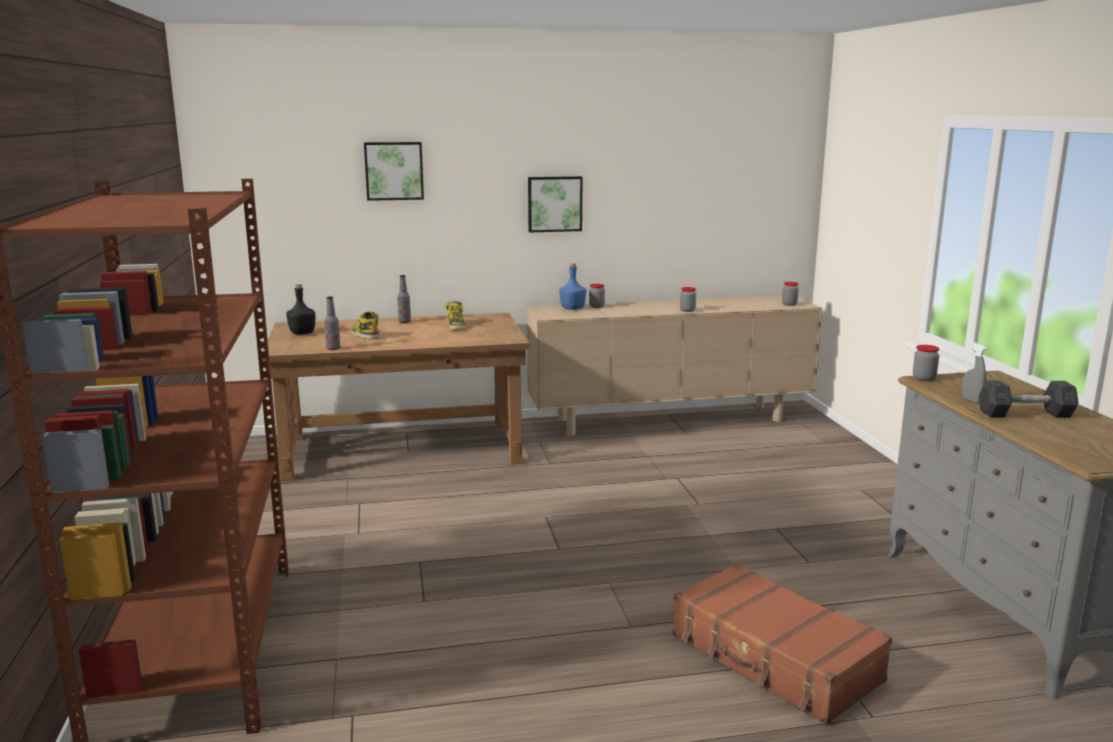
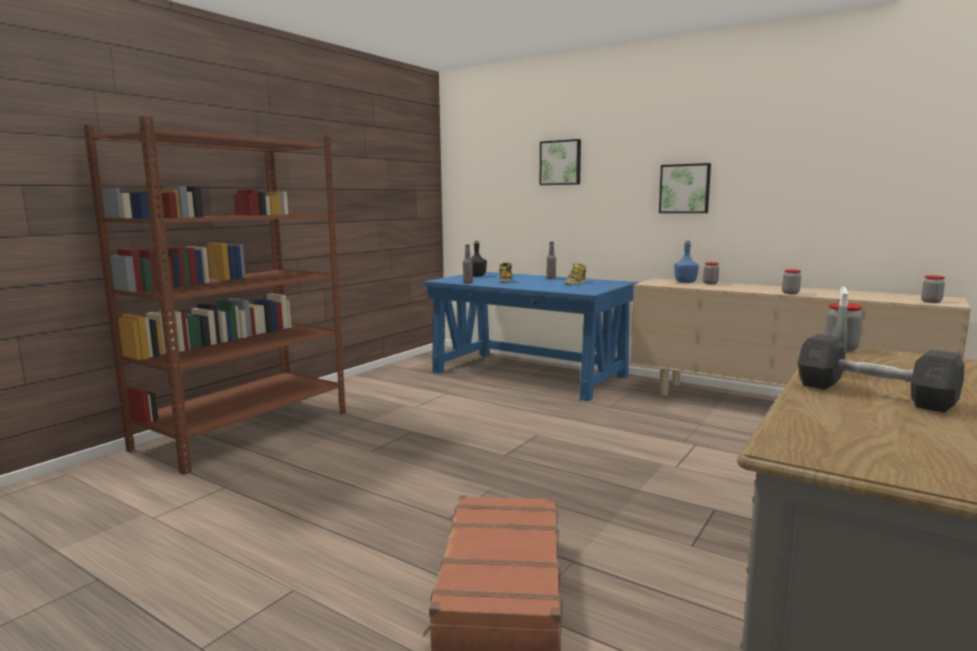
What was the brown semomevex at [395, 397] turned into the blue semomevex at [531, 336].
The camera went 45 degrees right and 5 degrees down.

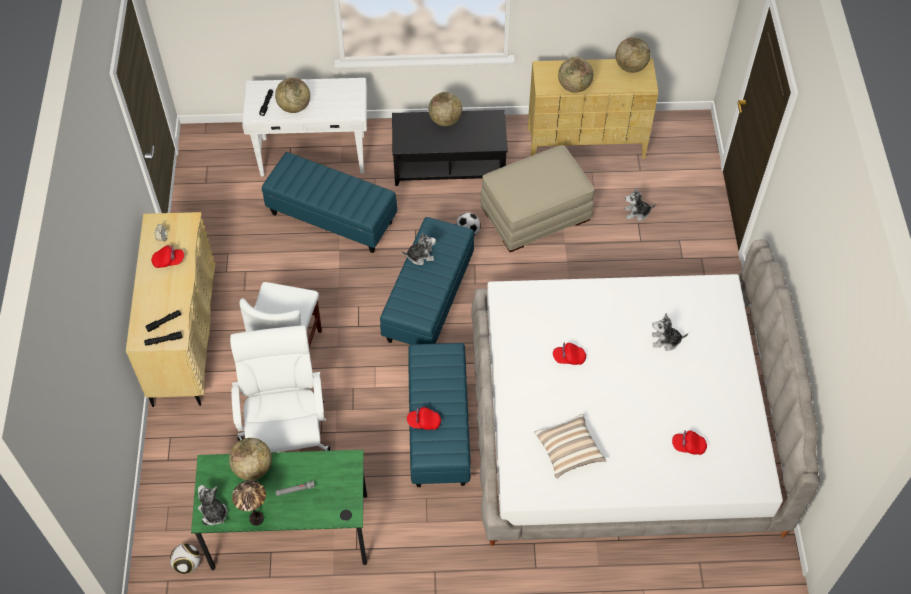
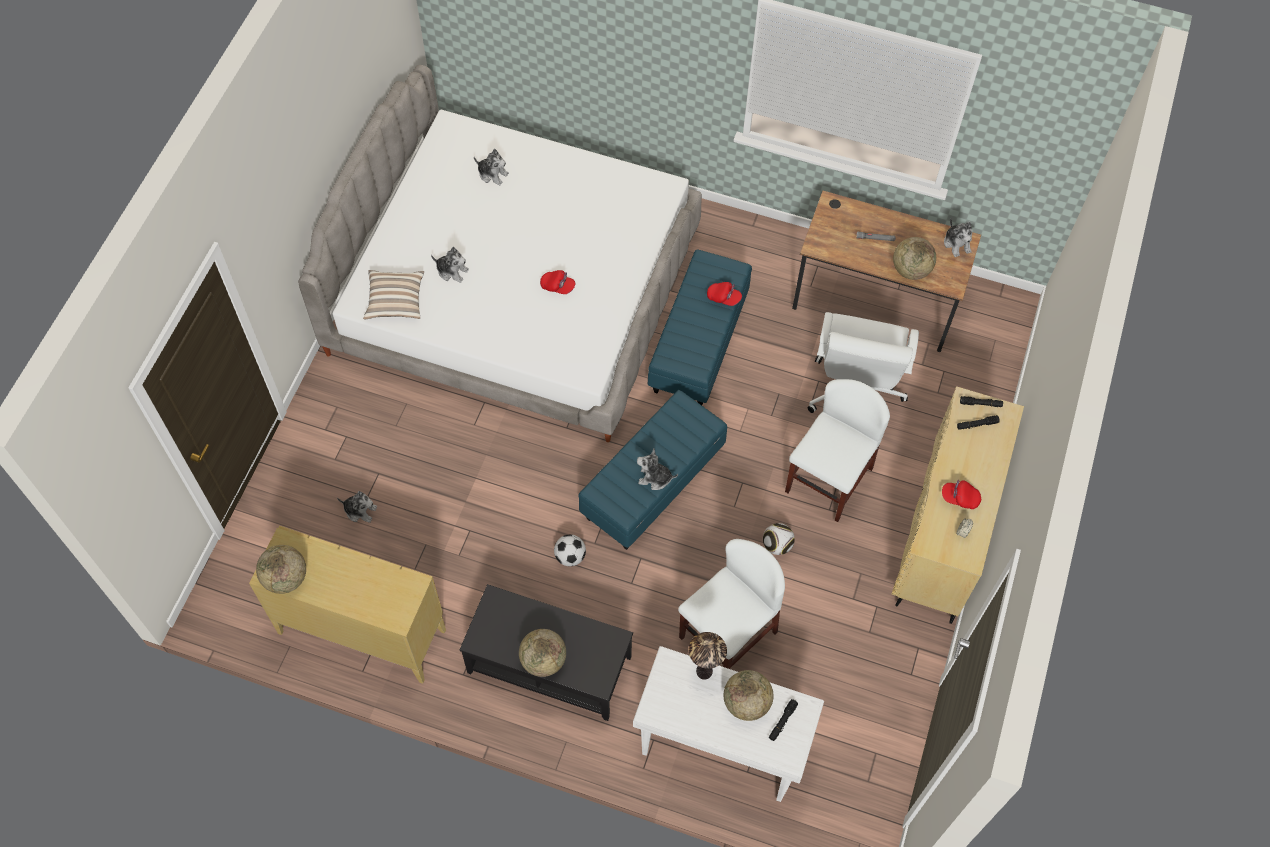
The second view lost the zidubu at [575, 75].
The second view lost the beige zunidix at [537, 198].
Where the blue zunidix stood at [329, 202], the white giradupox came to stand at [731, 604].
The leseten ended up elsewhere, having gone from [570, 446] to [393, 294].
Where the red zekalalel stood at [689, 442], the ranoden came to stand at [491, 167].
What was the green semomevex at [279, 510] turned into the brown semomevex at [886, 271].
The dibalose ended up elsewhere, having gone from [249, 503] to [707, 656].
The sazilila ended up elsewhere, having gone from [185, 559] to [779, 539].
The camera went 160 degrees left and 5 degrees up.

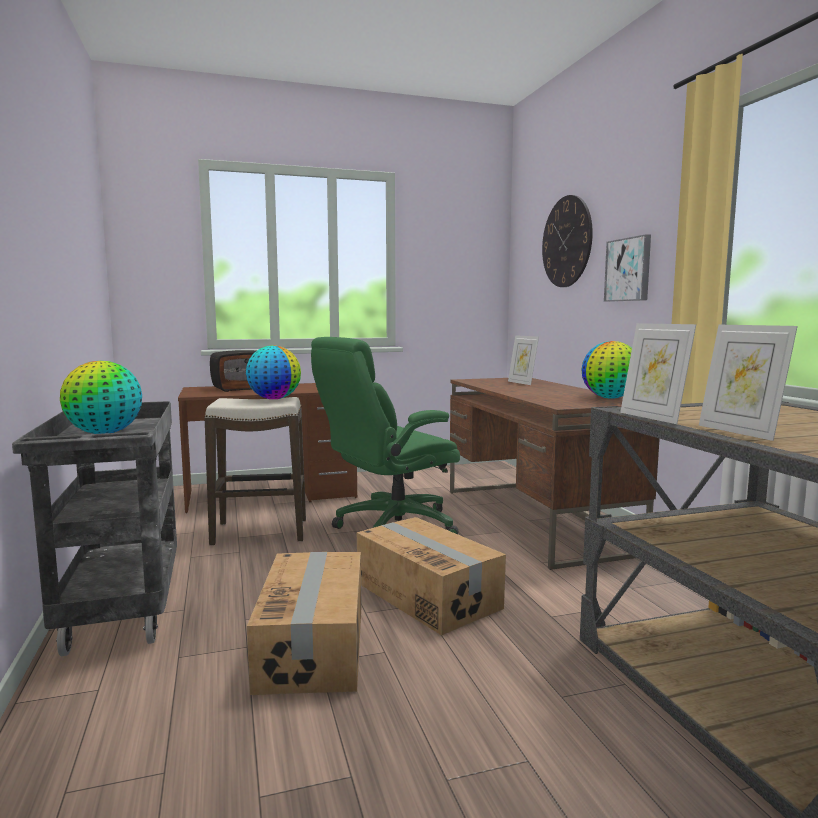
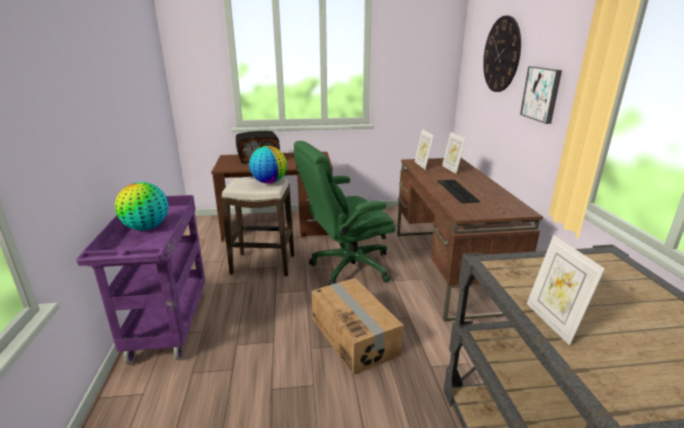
The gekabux ended up elsewhere, having gone from [658, 373] to [424, 149].
The second view lost the zidubu at [606, 370].
What was the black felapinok at [94, 528] turned into the purple felapinok at [140, 279].
The second view lost the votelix at [304, 623].
The second view gained the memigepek at [459, 191].
The camera went 10 degrees right and 15 degrees up.

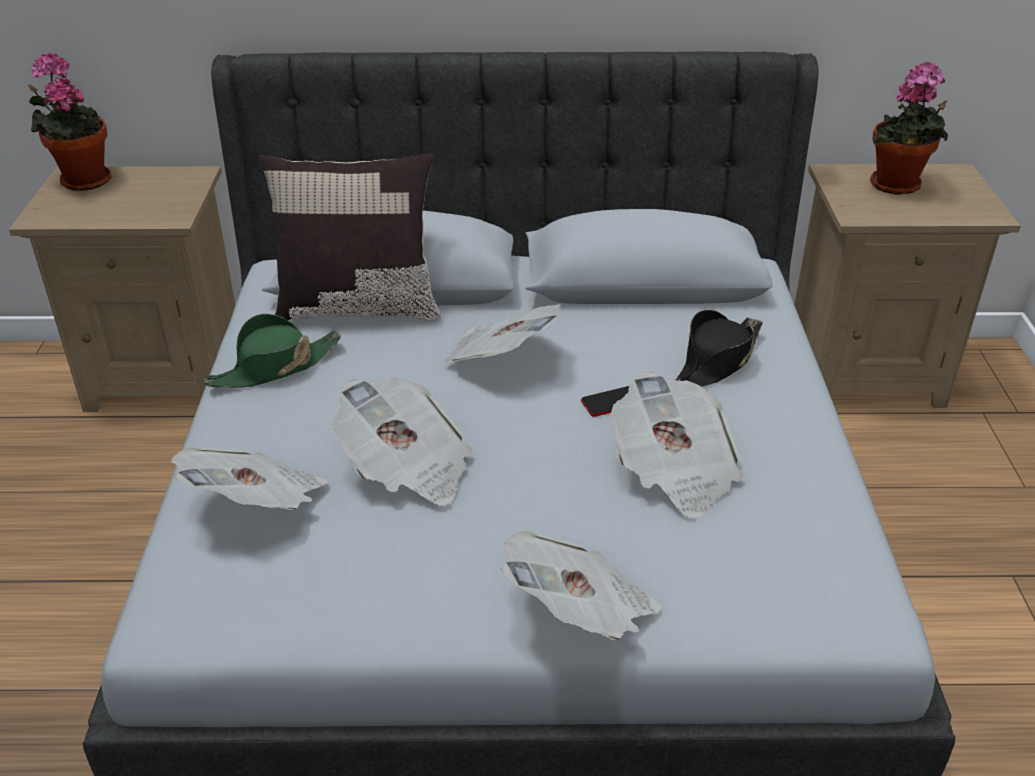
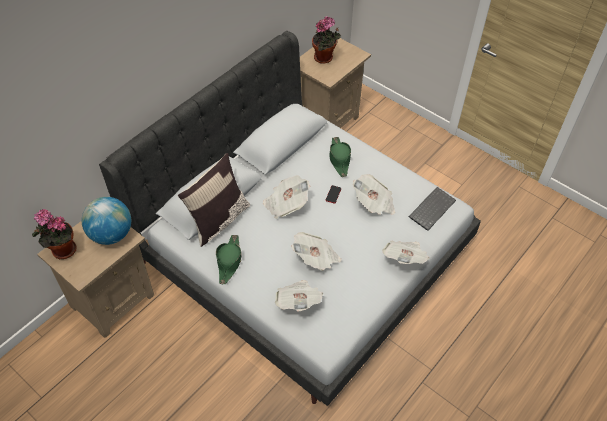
What was the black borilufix at [719, 348] turned into the green borilufix at [340, 157].
The second view gained the memigepek at [432, 209].
The second view gained the zidubu at [106, 221].
The camera went 50 degrees left and 15 degrees up.

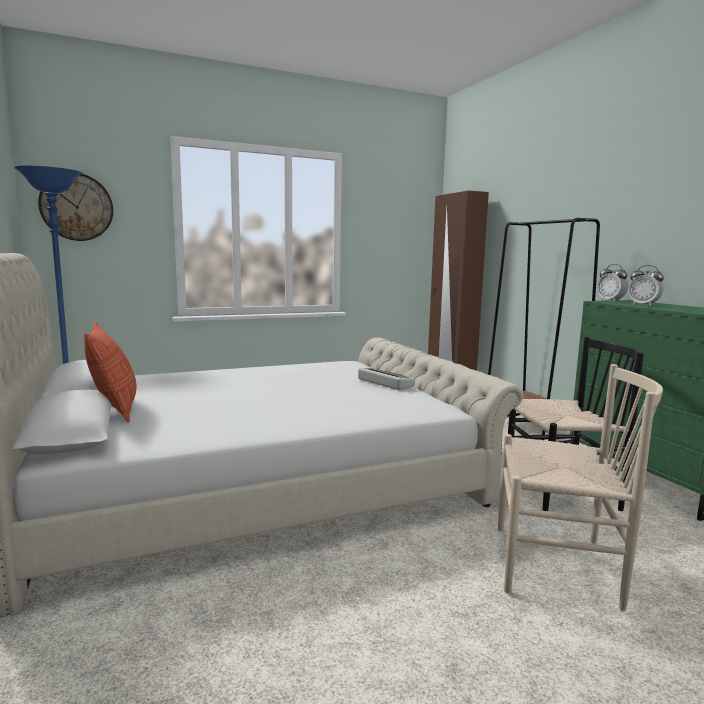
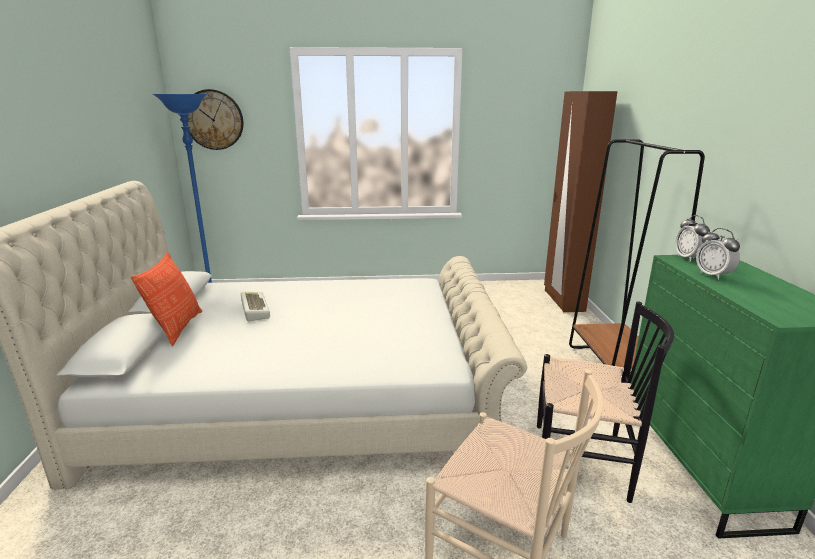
The memigepek ended up elsewhere, having gone from [386, 379] to [255, 306].
The camera went 20 degrees right and 10 degrees up.

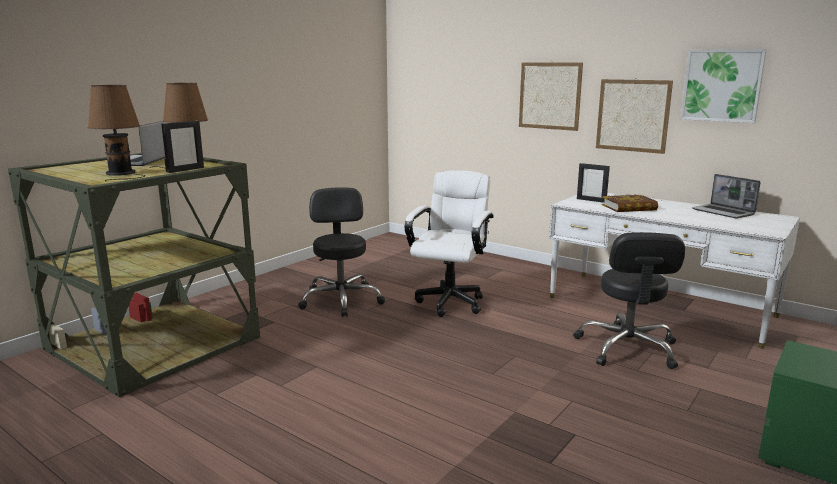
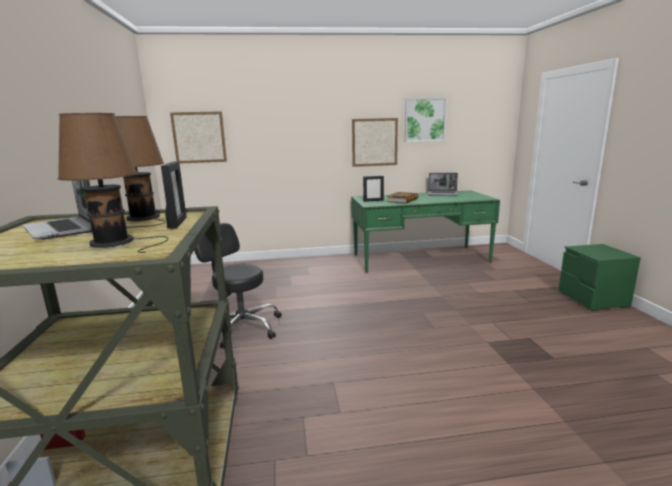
The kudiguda ended up elsewhere, having gone from [551, 96] to [198, 137].
The second view lost the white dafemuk at [449, 243].
What was the white semomevex at [674, 271] turned into the green semomevex at [425, 231].
The second view lost the black dafemuk at [629, 300].
The camera went 45 degrees left and 0 degrees up.

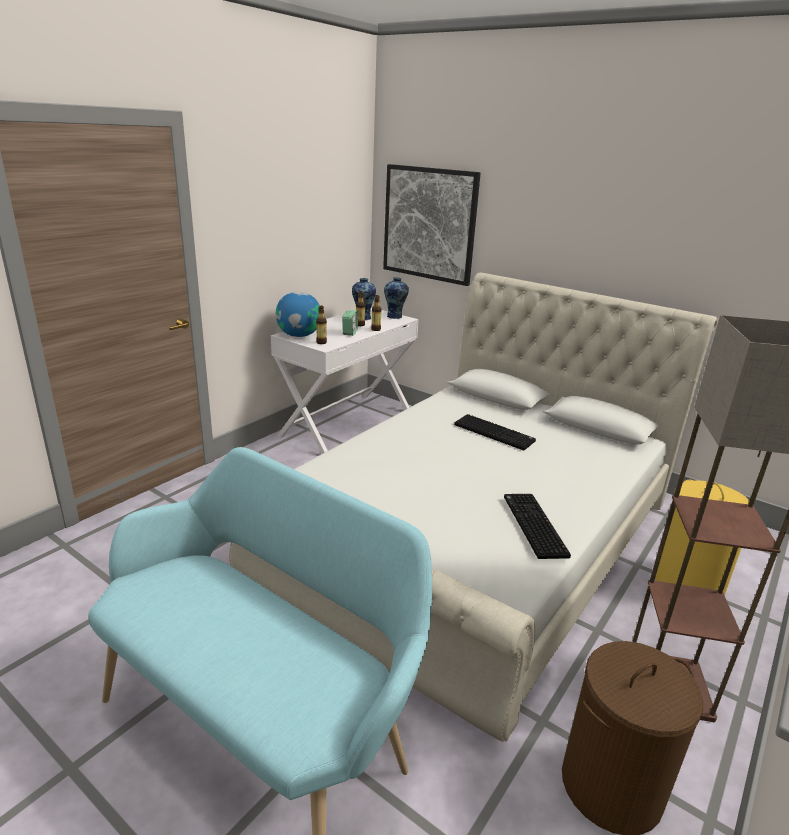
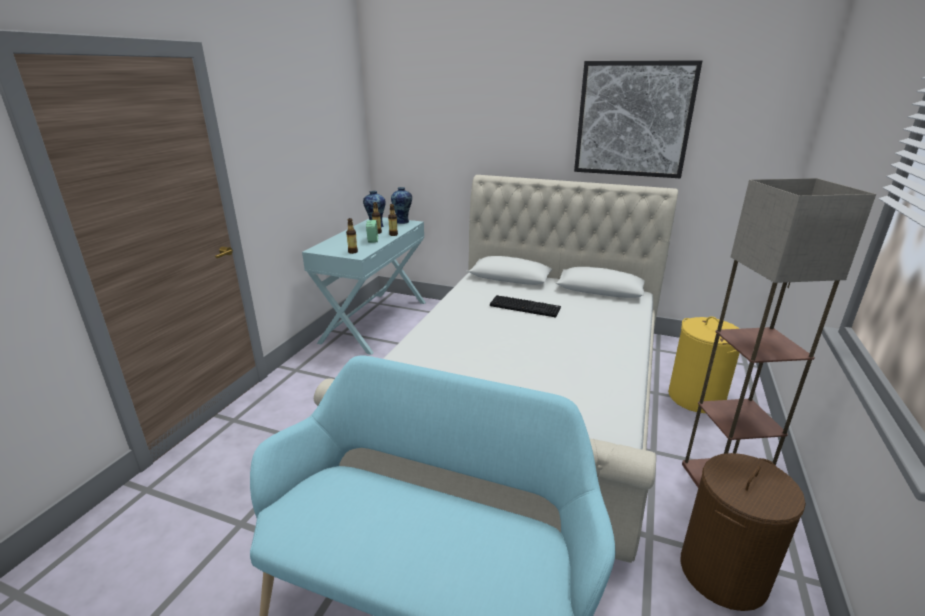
The kudiguda ended up elsewhere, having gone from [432, 225] to [638, 119].
The second view lost the zidubu at [298, 314].
What was the white semomevex at [345, 381] turned into the turquoise semomevex at [364, 286].
The second view lost the memigepek at [537, 526].
The camera went 15 degrees left and 0 degrees up.

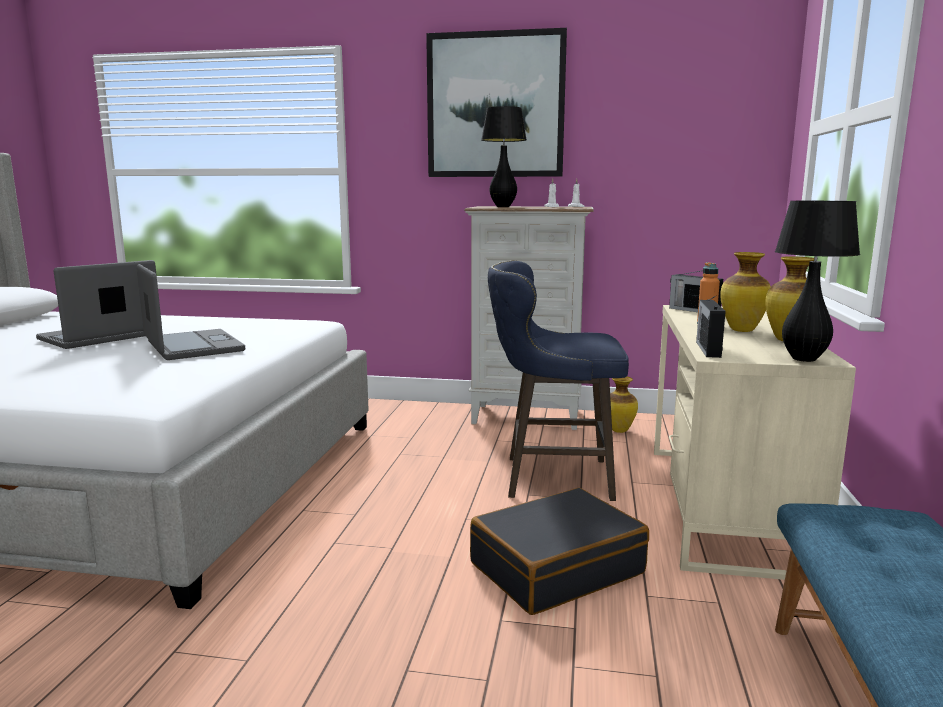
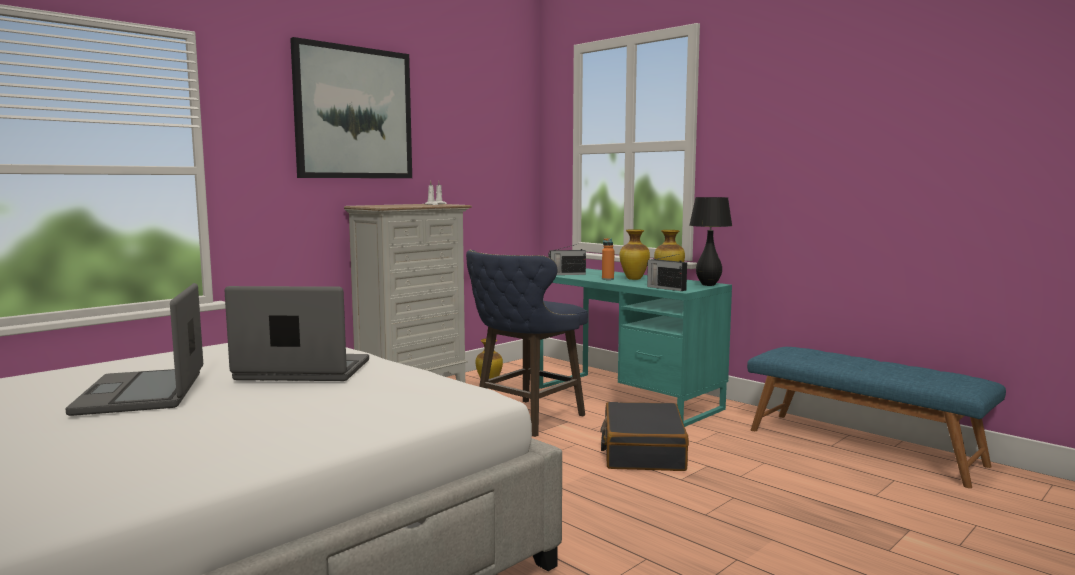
The second view lost the black dibalose at [504, 156].
What was the beige semomevex at [755, 442] turned into the turquoise semomevex at [635, 347].
The camera went 55 degrees left and 5 degrees down.

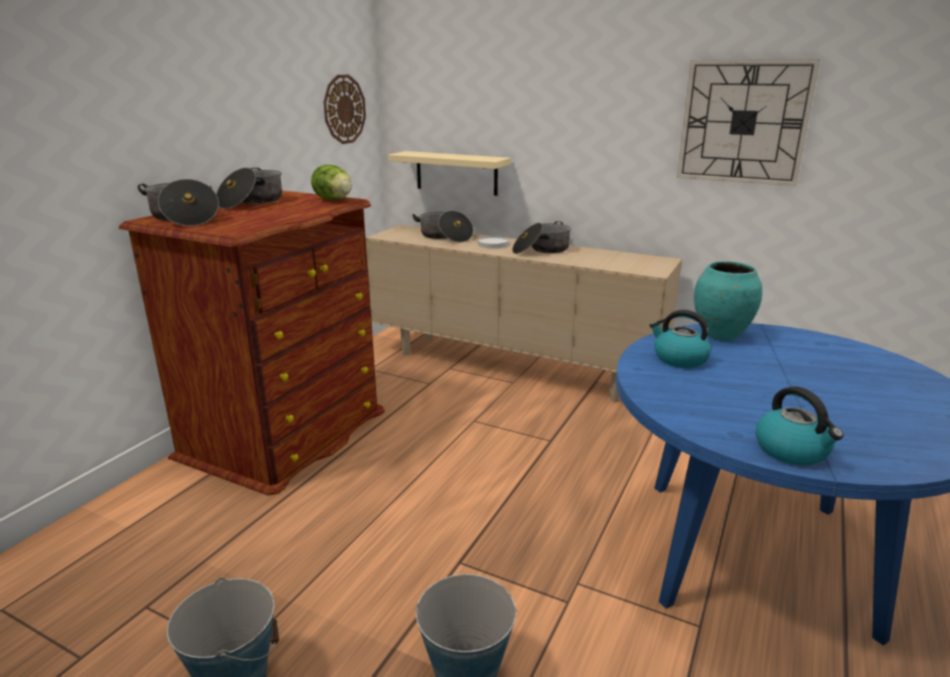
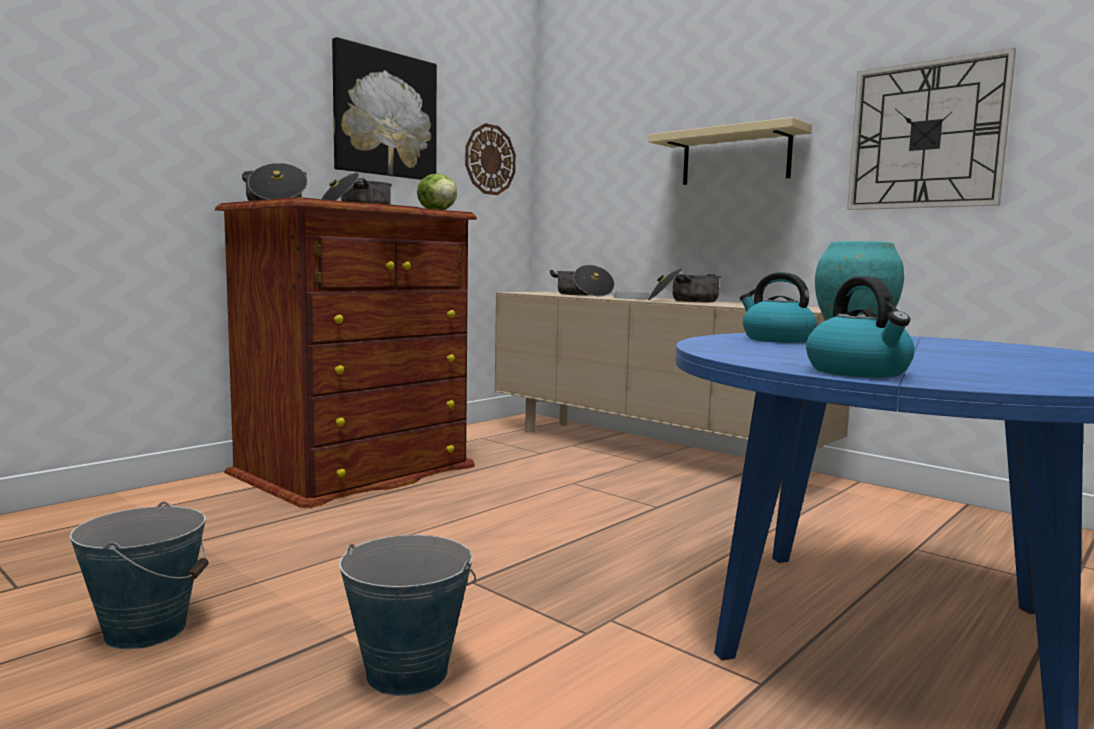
The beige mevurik ended up elsewhere, having gone from [449, 173] to [730, 151].
The second view gained the kudiguda at [384, 108].
The camera went 15 degrees right and 15 degrees down.

